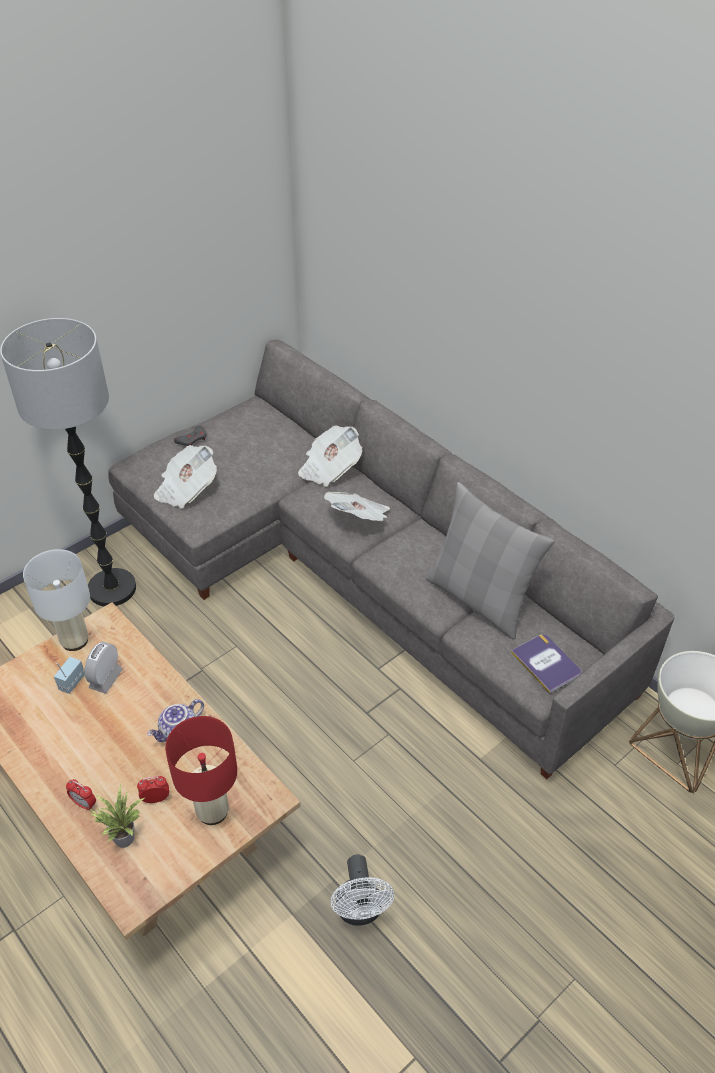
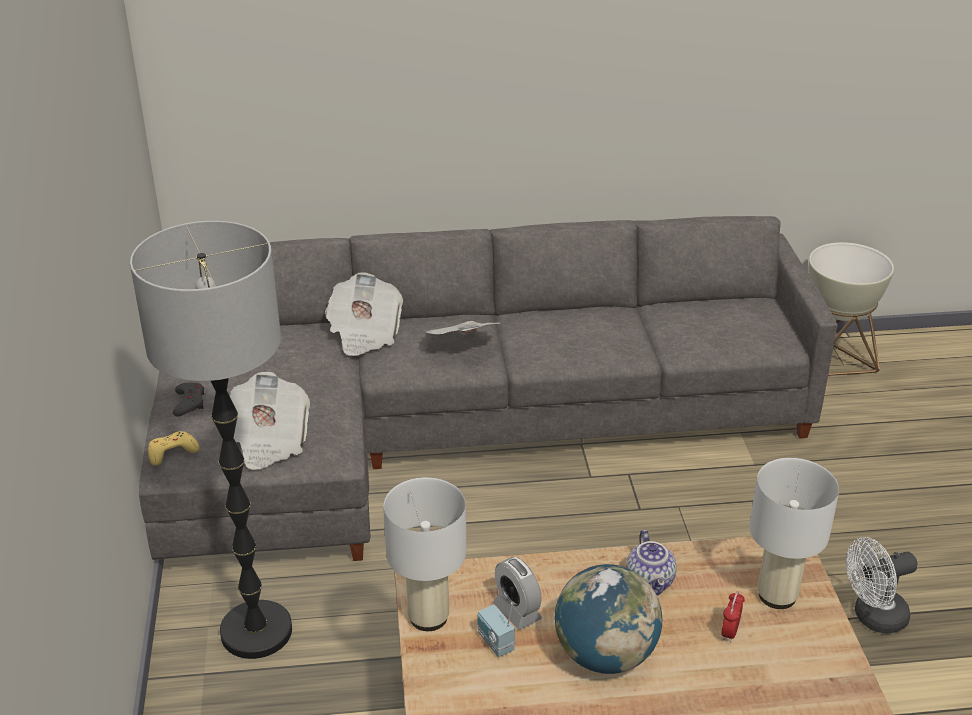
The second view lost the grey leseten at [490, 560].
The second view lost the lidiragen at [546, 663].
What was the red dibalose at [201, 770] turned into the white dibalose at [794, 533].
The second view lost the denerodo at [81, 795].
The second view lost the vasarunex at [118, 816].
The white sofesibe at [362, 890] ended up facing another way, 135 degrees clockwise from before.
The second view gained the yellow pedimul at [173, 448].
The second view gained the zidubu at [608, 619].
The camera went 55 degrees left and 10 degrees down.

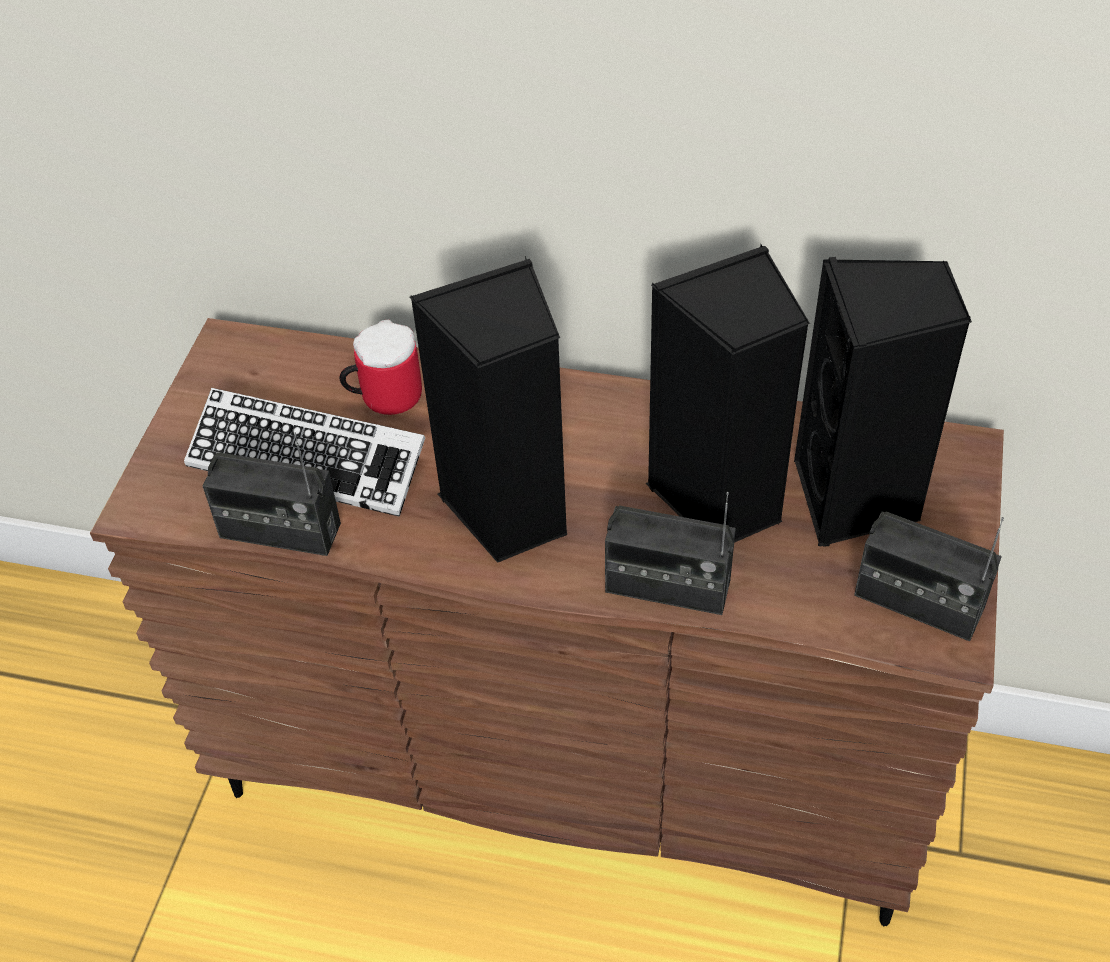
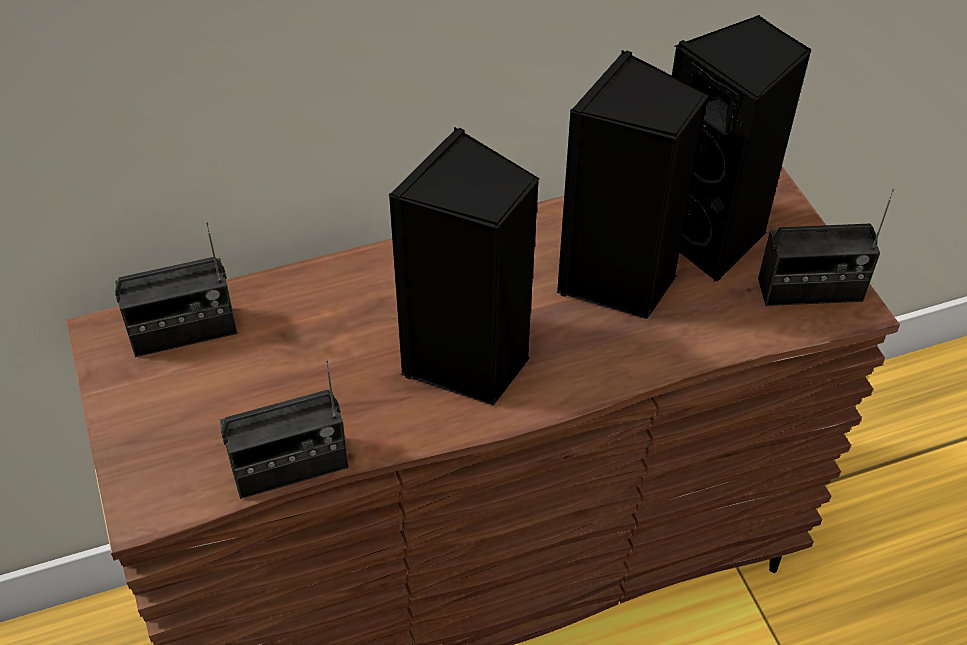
The second view lost the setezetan at [380, 367].
The second view lost the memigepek at [304, 452].
The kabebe ended up elsewhere, having gone from [670, 553] to [176, 289].
The camera went 35 degrees left and 0 degrees up.

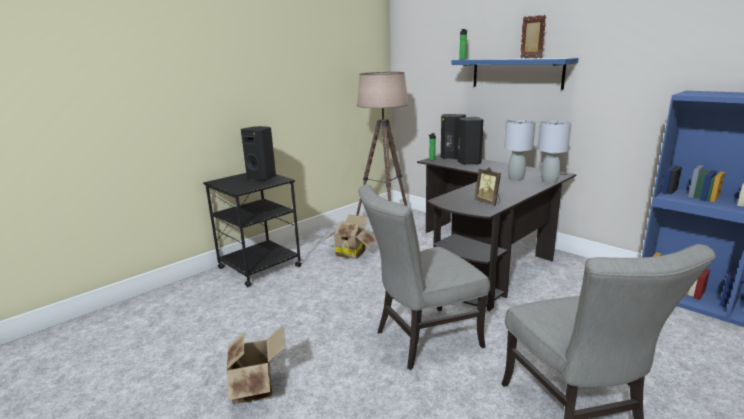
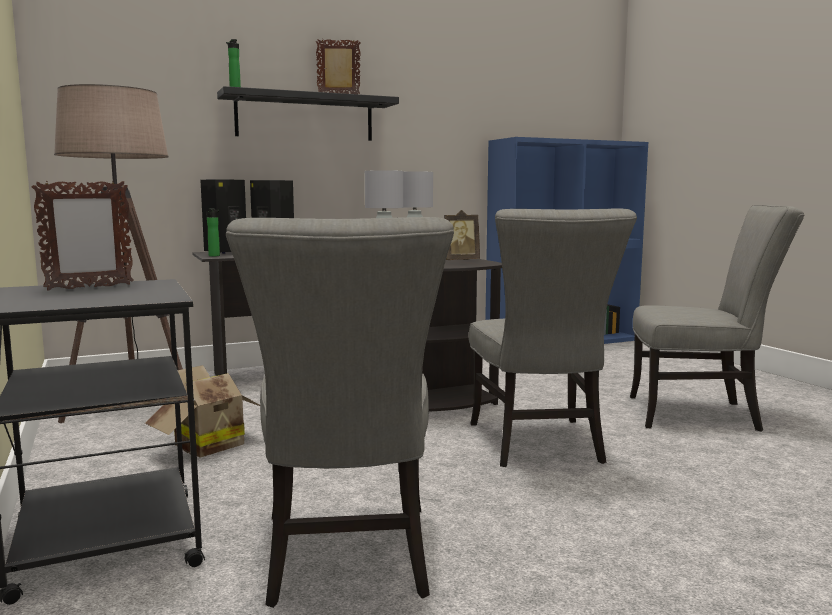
What was the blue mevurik at [515, 74] turned into the black mevurik at [308, 113].
Where the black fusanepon stood at [258, 153], the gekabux came to stand at [83, 236].
The second view lost the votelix at [256, 364].
The second view gained the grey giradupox at [340, 412].
The camera went 70 degrees left and 10 degrees down.

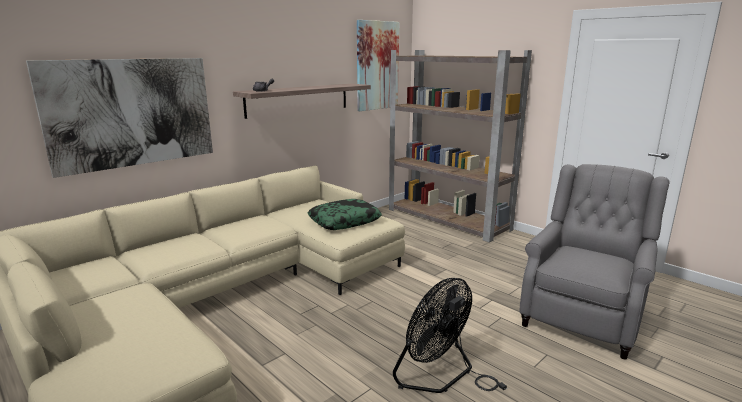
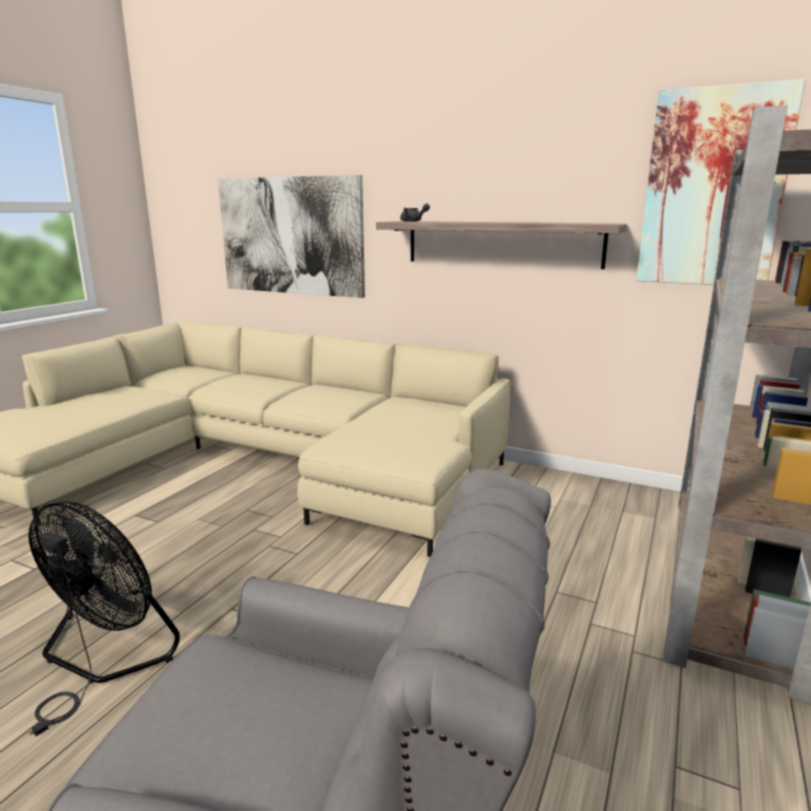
The second view lost the leseten at [345, 214].
The camera went 70 degrees right and 0 degrees up.

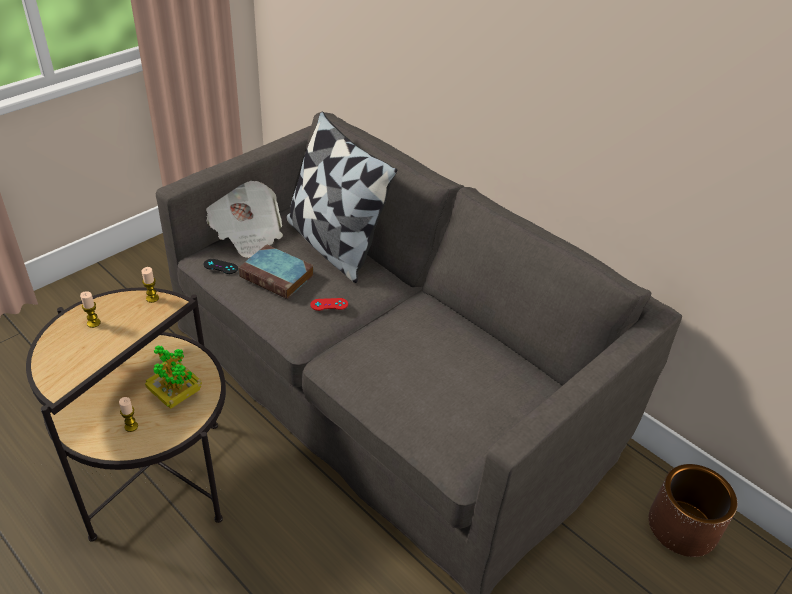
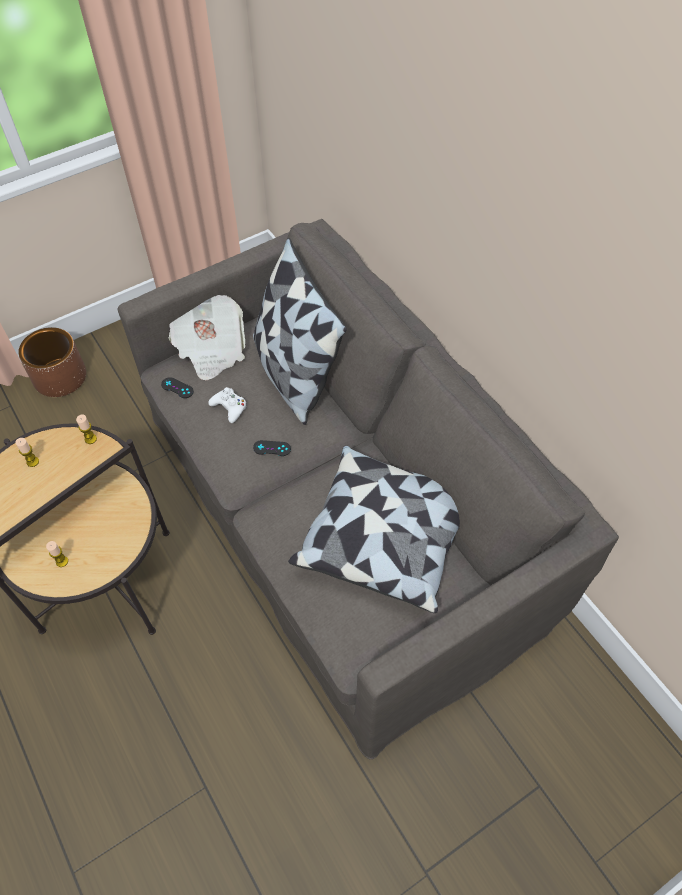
Where the lidiragen stood at [276, 271], the white pedimul came to stand at [227, 405].
What was the red pedimul at [329, 304] turned into the black pedimul at [272, 448].
The second view lost the vasarunex at [173, 377].
The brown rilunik ended up elsewhere, having gone from [693, 510] to [52, 362].
The second view gained the leseten at [374, 529].
The camera went 15 degrees right and 15 degrees up.

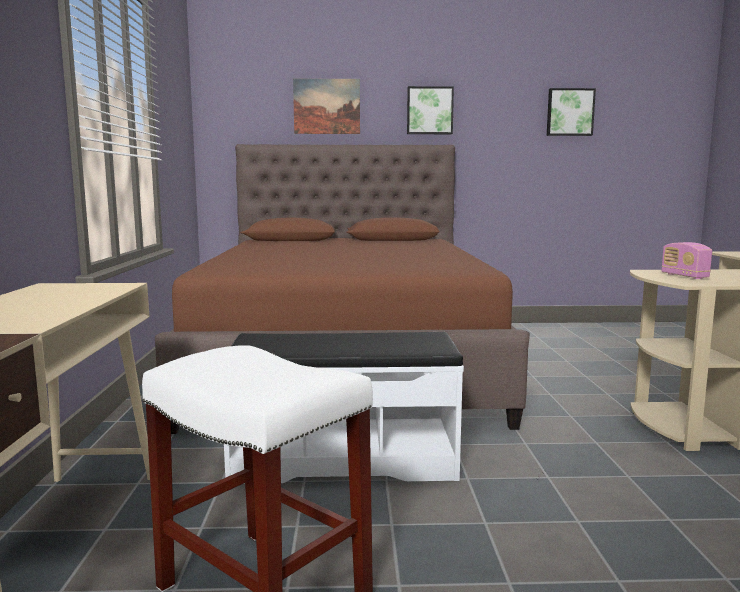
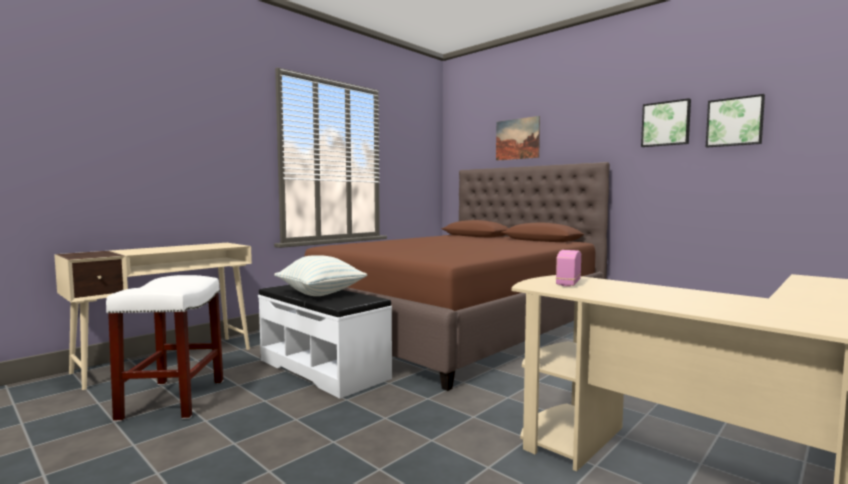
The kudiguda ended up elsewhere, having gone from [430, 110] to [666, 122].
The second view gained the leseten at [320, 275].
The camera went 45 degrees right and 5 degrees down.

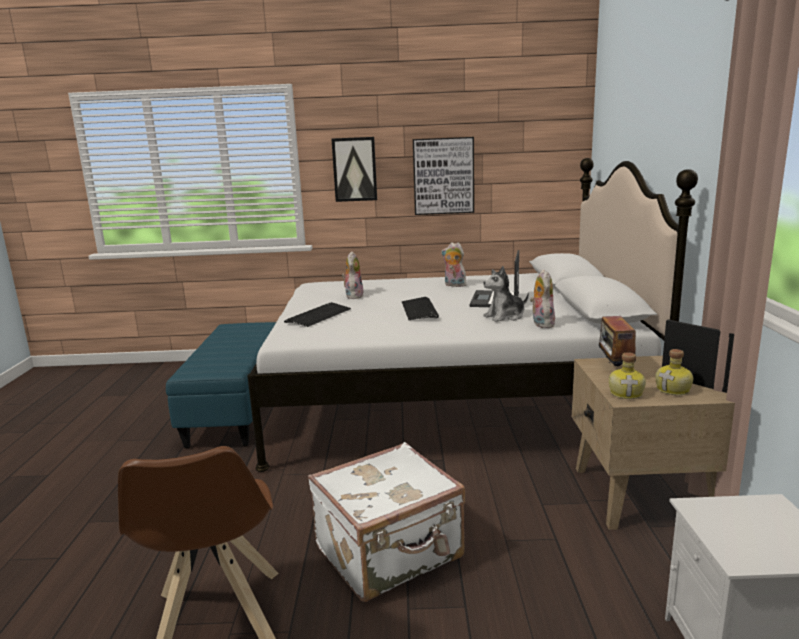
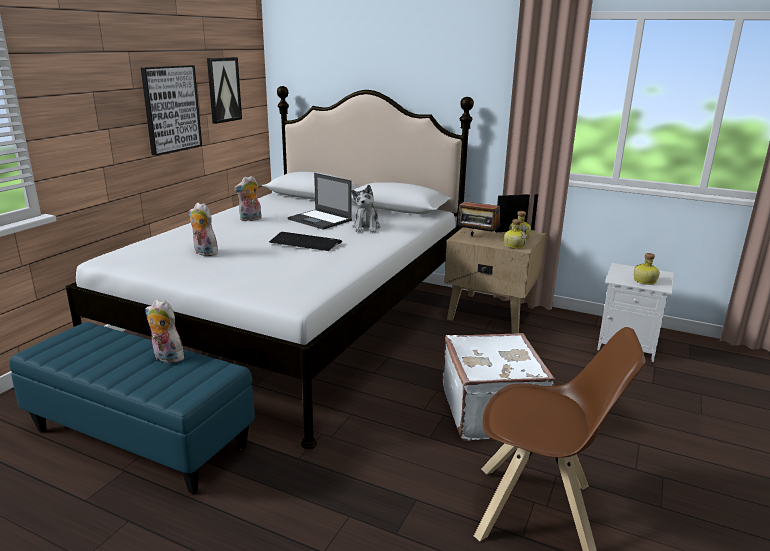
The kudiguda ended up elsewhere, having gone from [354, 169] to [224, 90].
The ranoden ended up elsewhere, having gone from [542, 298] to [166, 331].
The second view lost the memigepek at [317, 314].
The second view gained the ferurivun at [647, 269].
The camera went 65 degrees left and 5 degrees up.

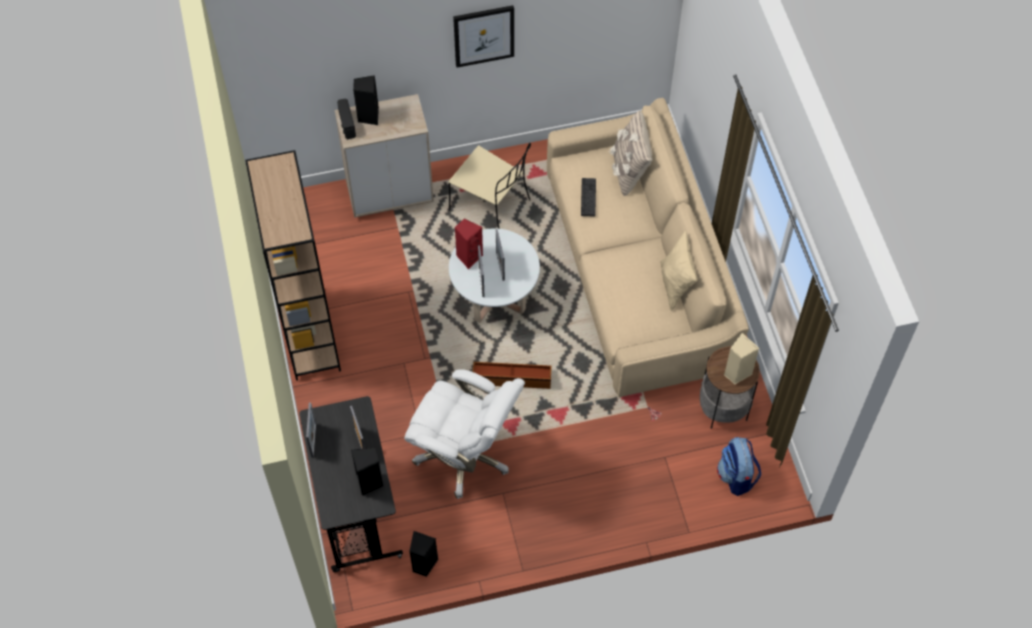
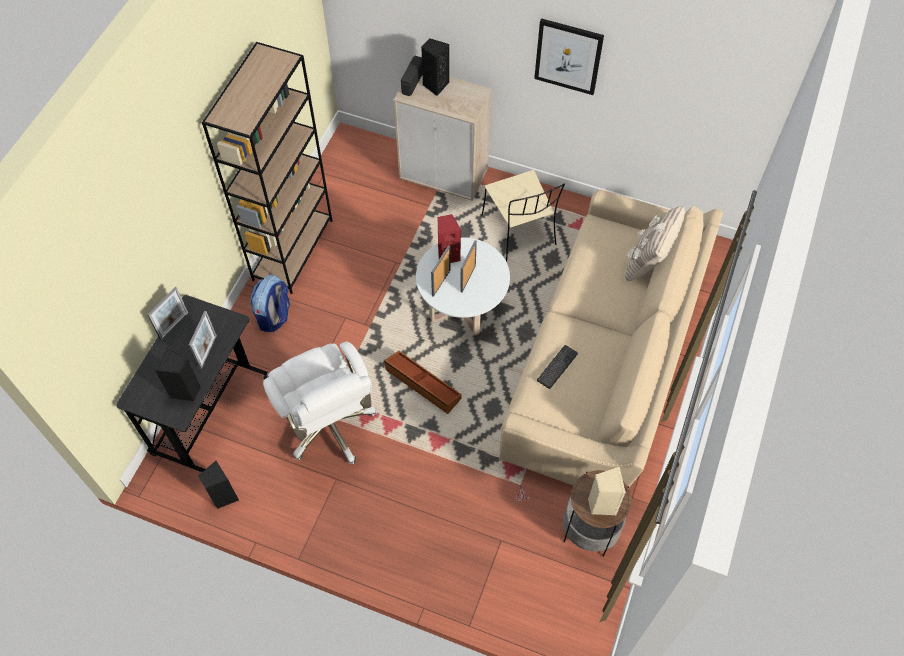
The memigepek ended up elsewhere, having gone from [588, 197] to [557, 367].
The second view lost the beige leseten at [679, 270].
The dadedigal ended up elsewhere, having gone from [739, 466] to [270, 303].
The camera went 35 degrees right and 0 degrees up.

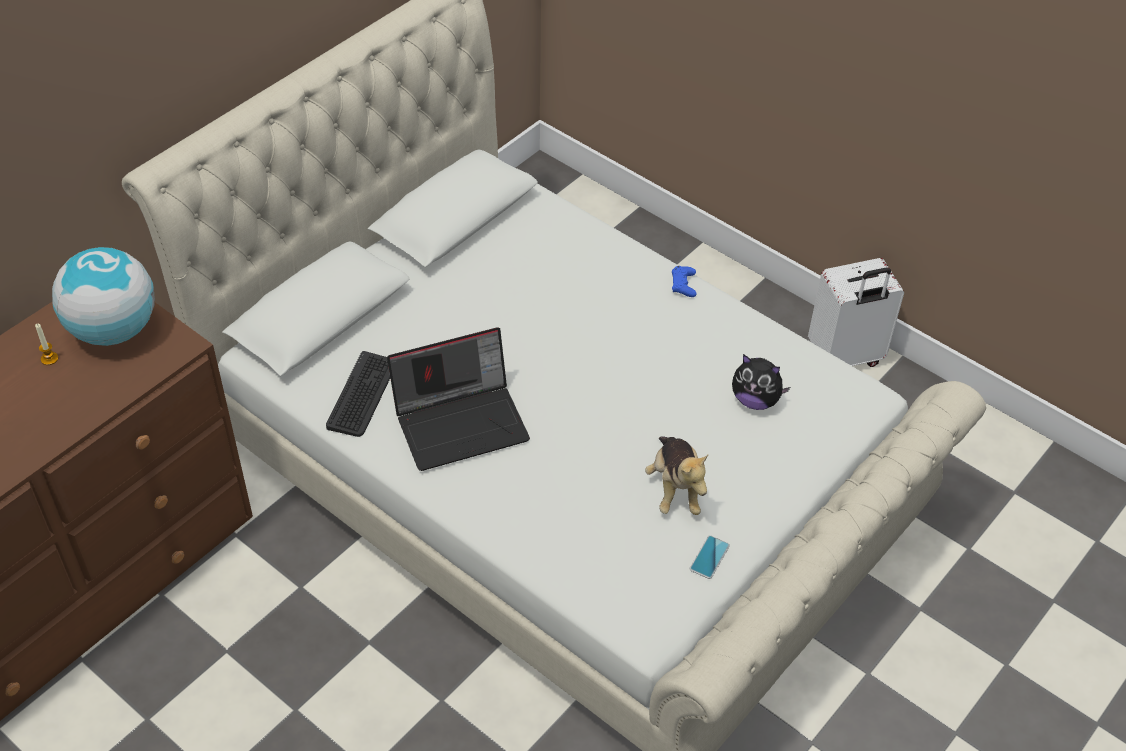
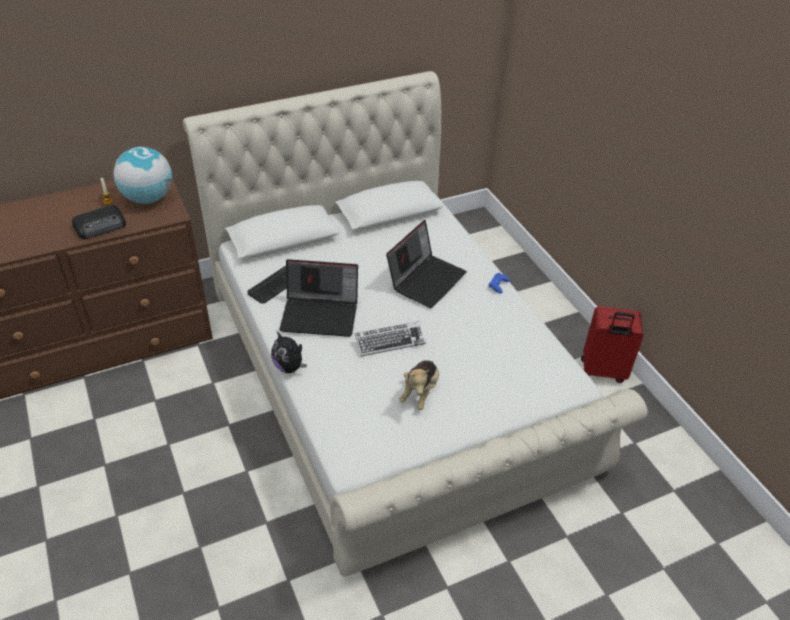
What was the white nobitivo at [856, 312] turned into the red nobitivo at [612, 345].
The ranoden ended up elsewhere, having gone from [761, 382] to [289, 352].
The second view lost the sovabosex at [710, 557].
The second view gained the kabebe at [99, 222].
The second view gained the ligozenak at [426, 264].
The second view gained the memigepek at [390, 338].
The camera went 25 degrees right and 5 degrees down.

